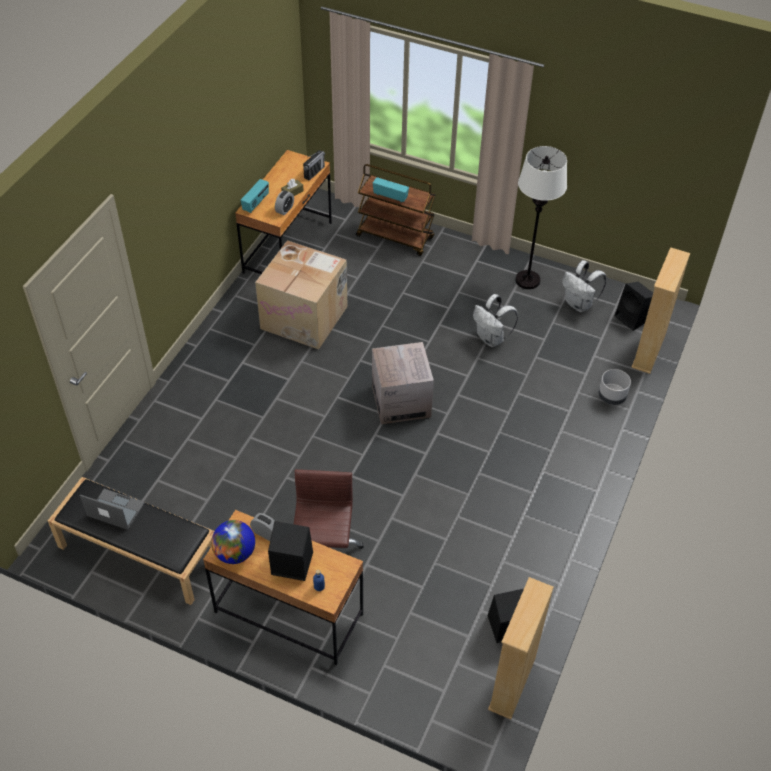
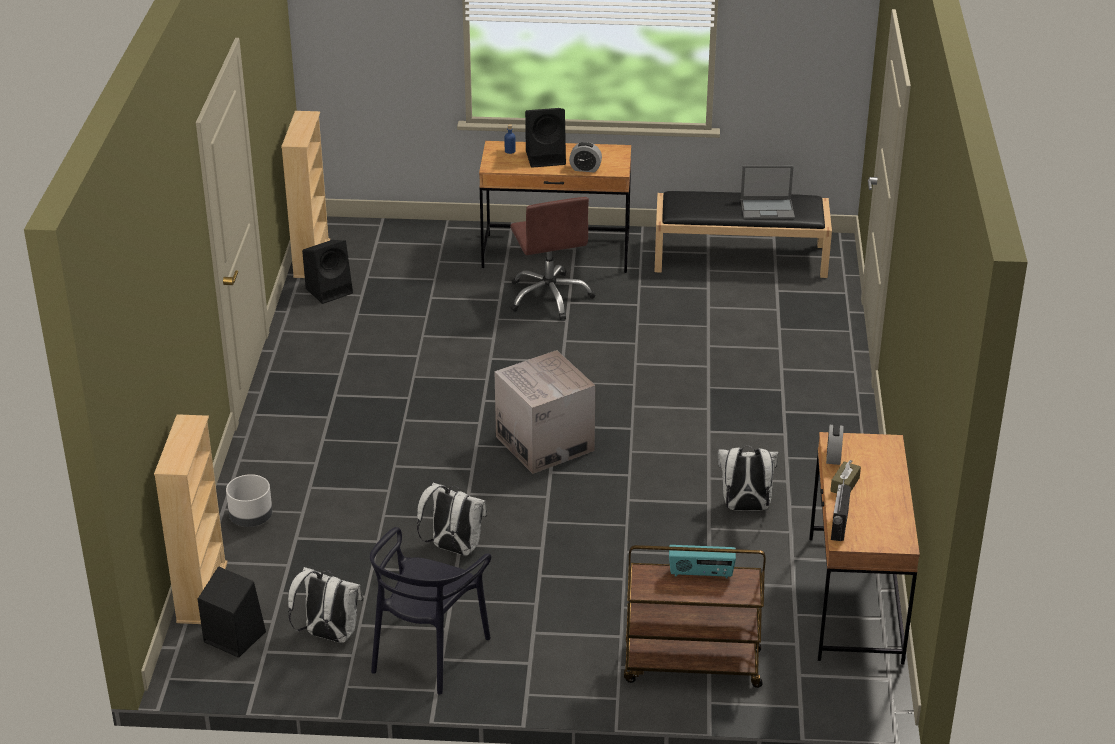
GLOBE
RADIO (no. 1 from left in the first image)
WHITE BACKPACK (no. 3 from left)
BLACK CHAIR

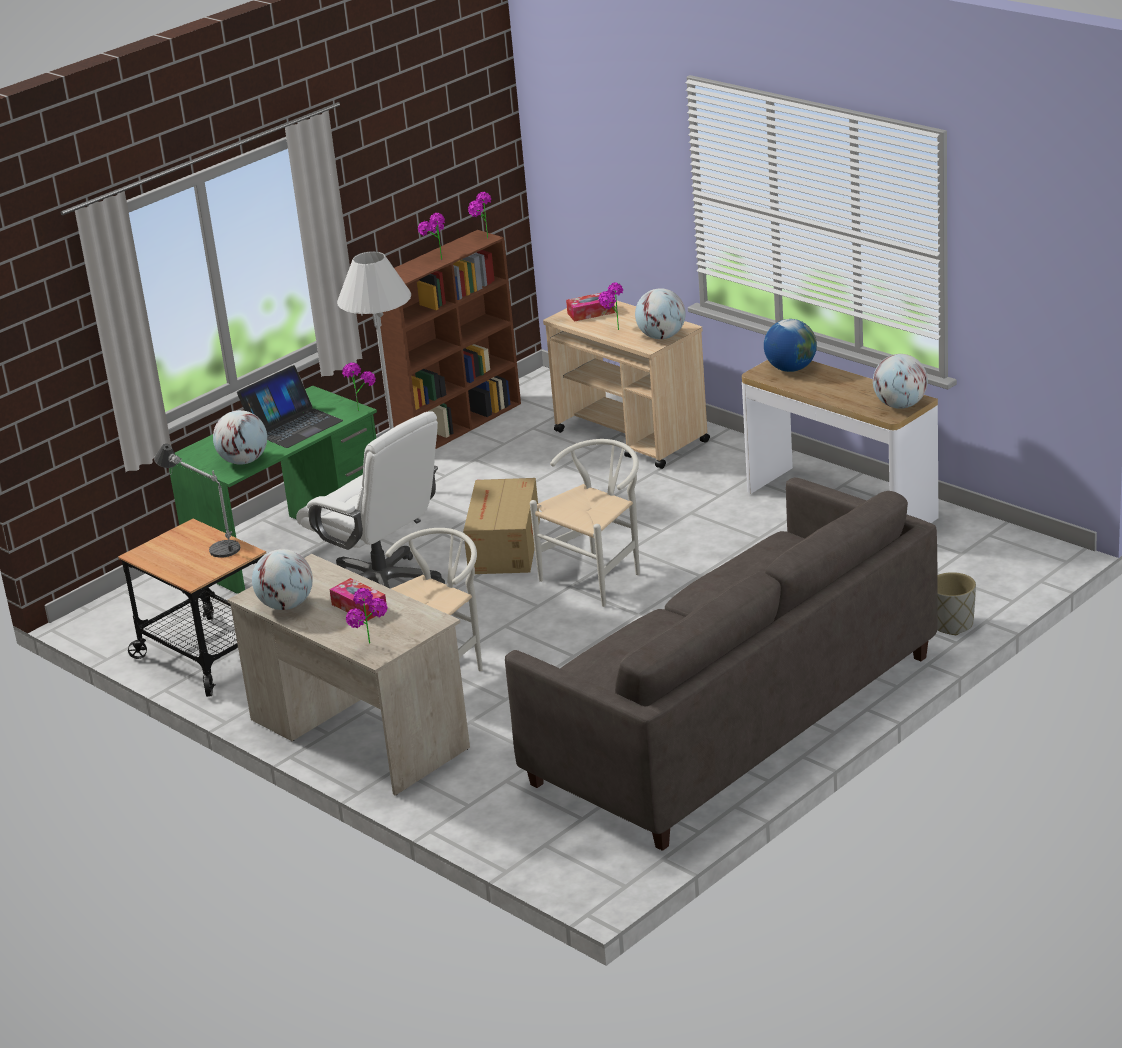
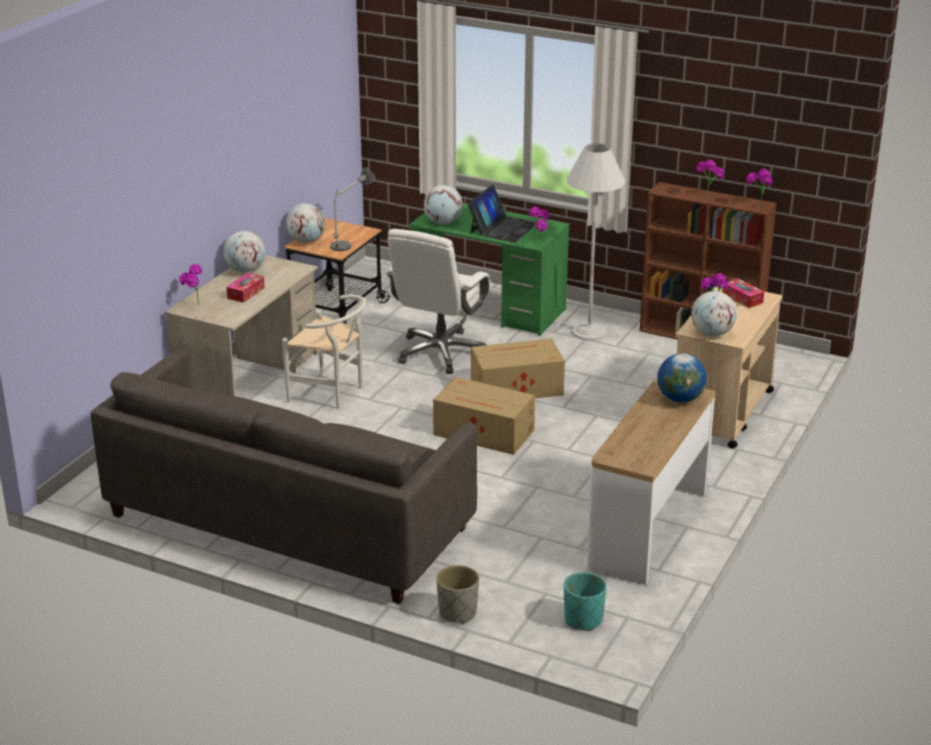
TURQUOISE PLANTER
GLOBE (no. 2 from left)
CARDBOARD BOX (no. 1 from left)
LAPTOP

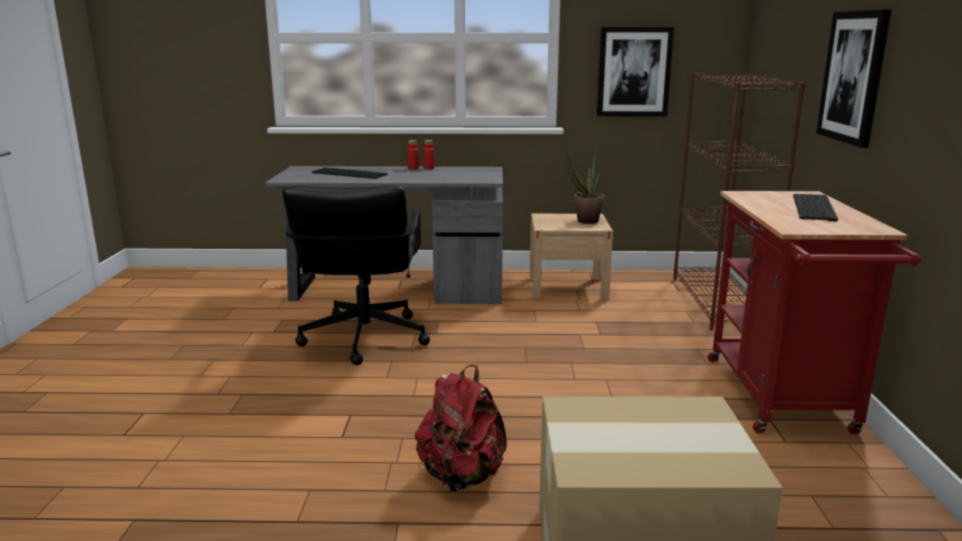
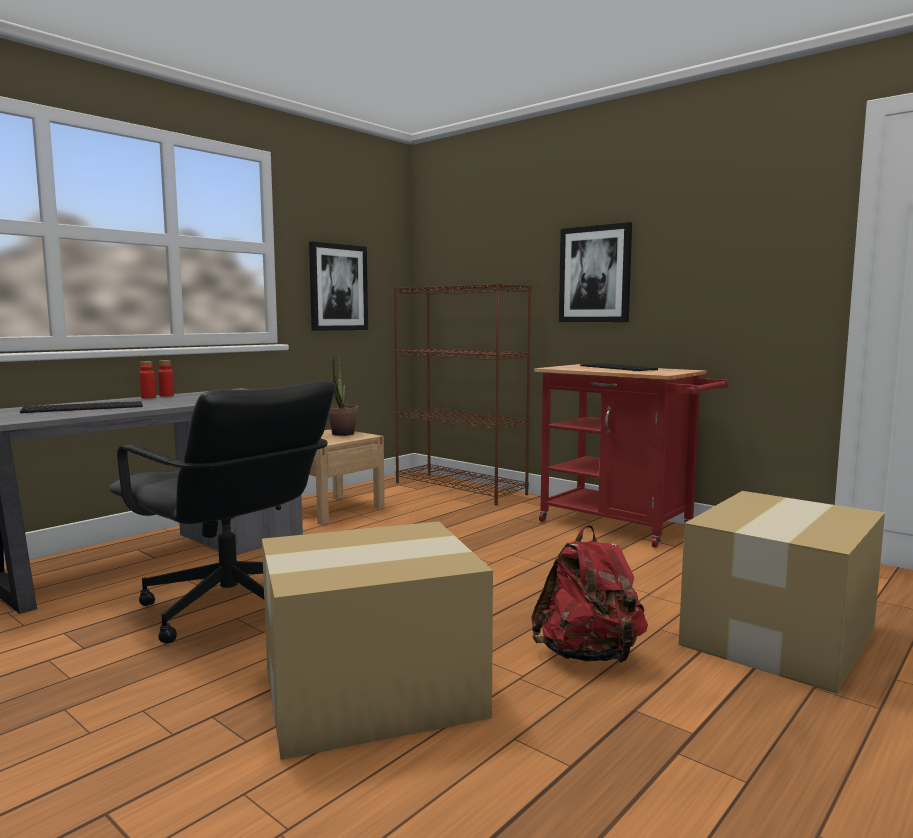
CARDBOARD BOX (no. 1 from left)

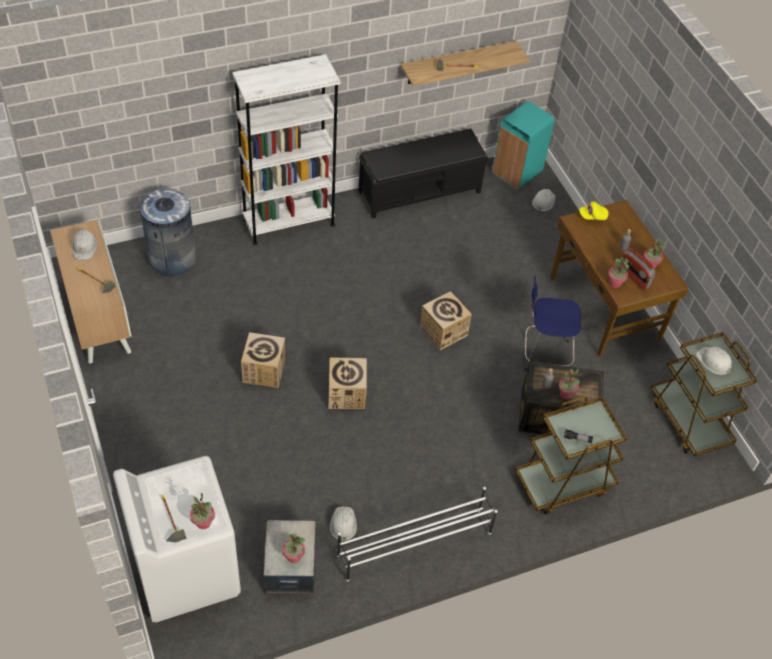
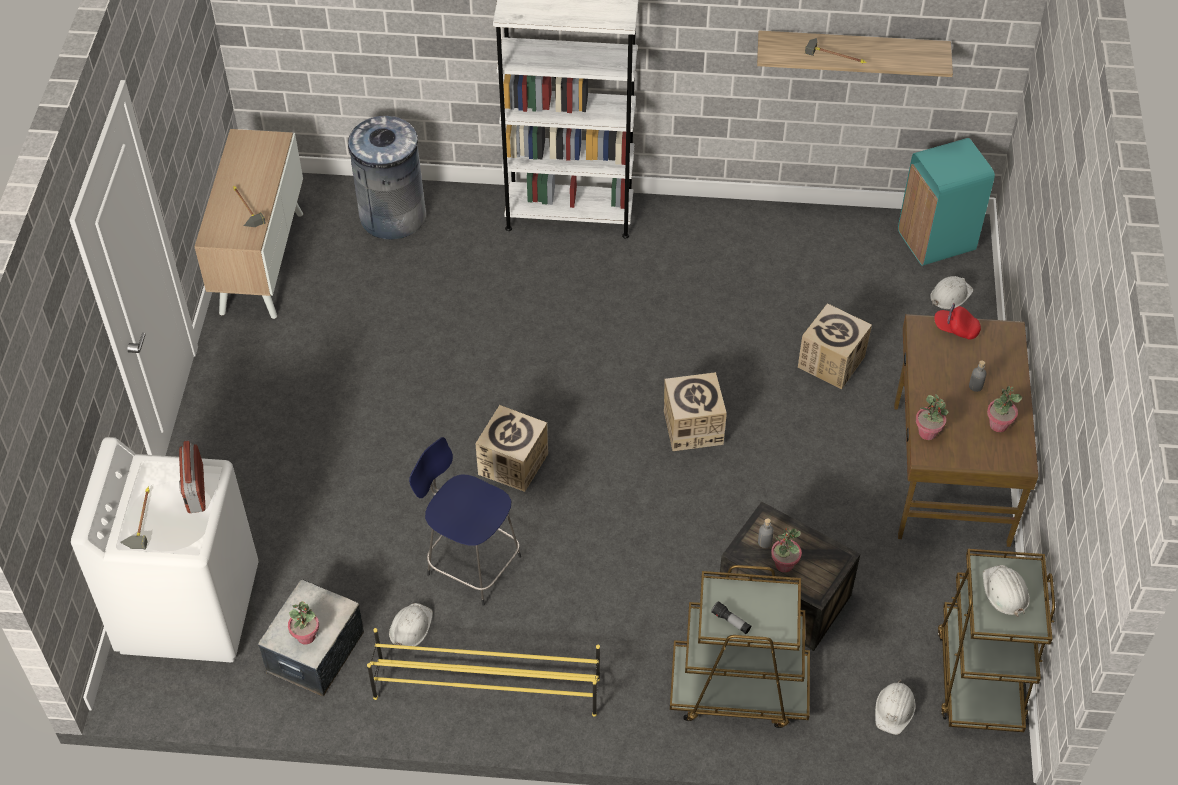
POTTED PLANT (no. 1 from left in the first image)
BLACK BENCH
WHITE HARD HAT (no. 2 from left)
CARDBOARD BOX (no. 3 from left)
BLUE STOOL
RADIO
YELLOW SHOE RACK
RED CAP

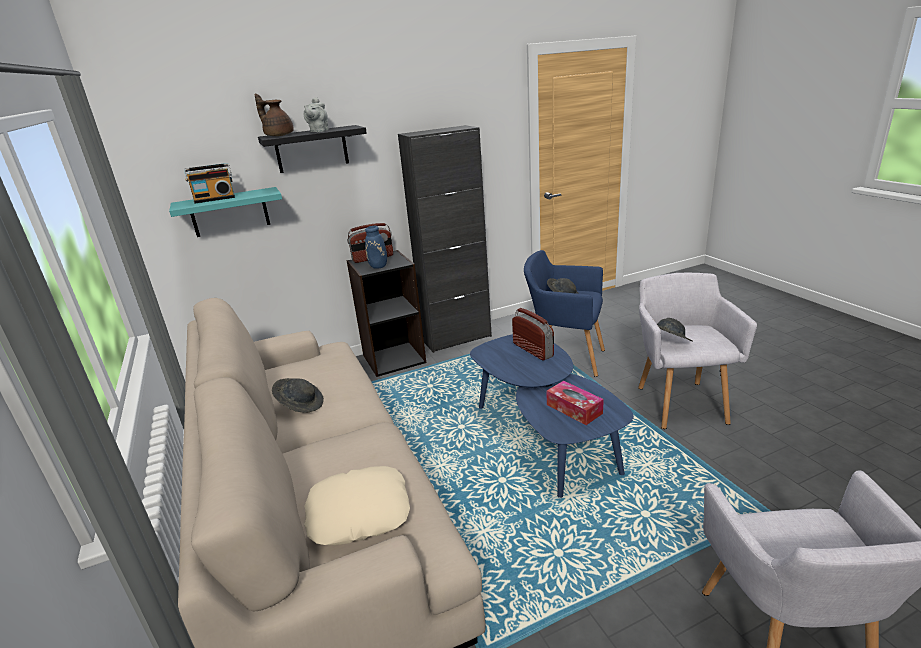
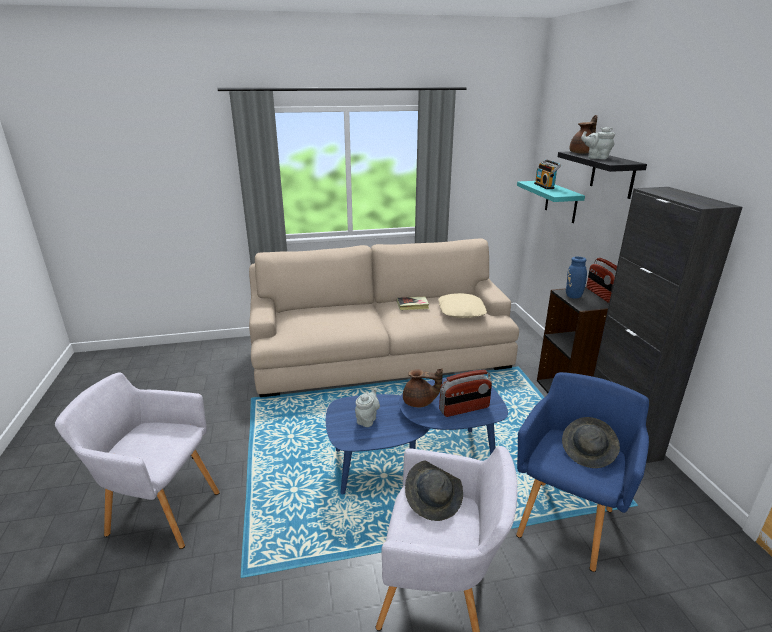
BROWN TEAPOT (no. 1 from left)
BEIGE PILLOW
BOOK
GREY TEAPOT (no. 1 from left)

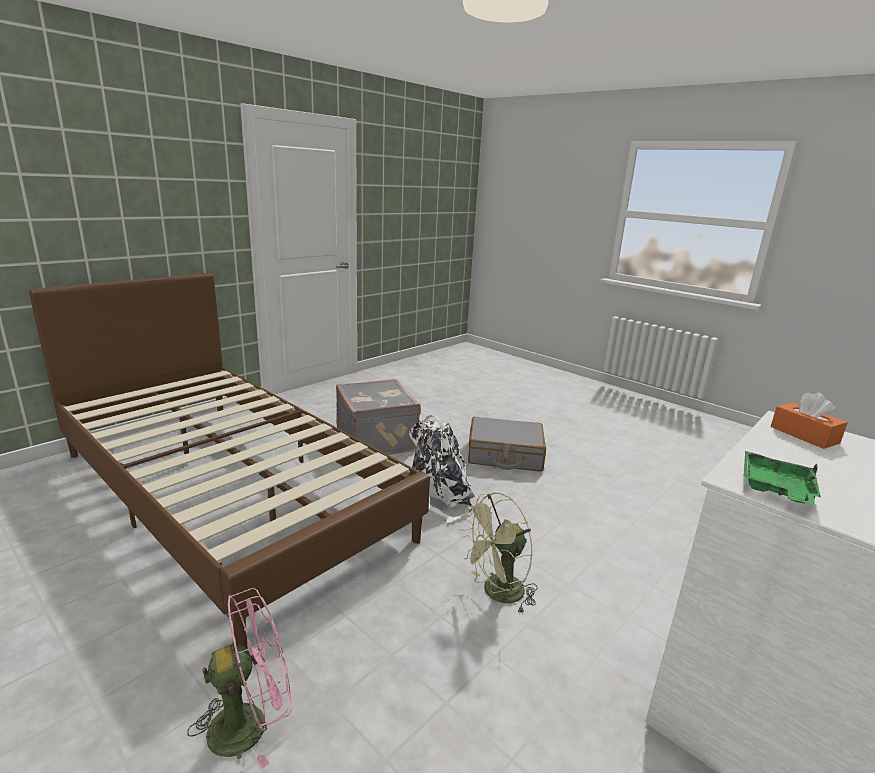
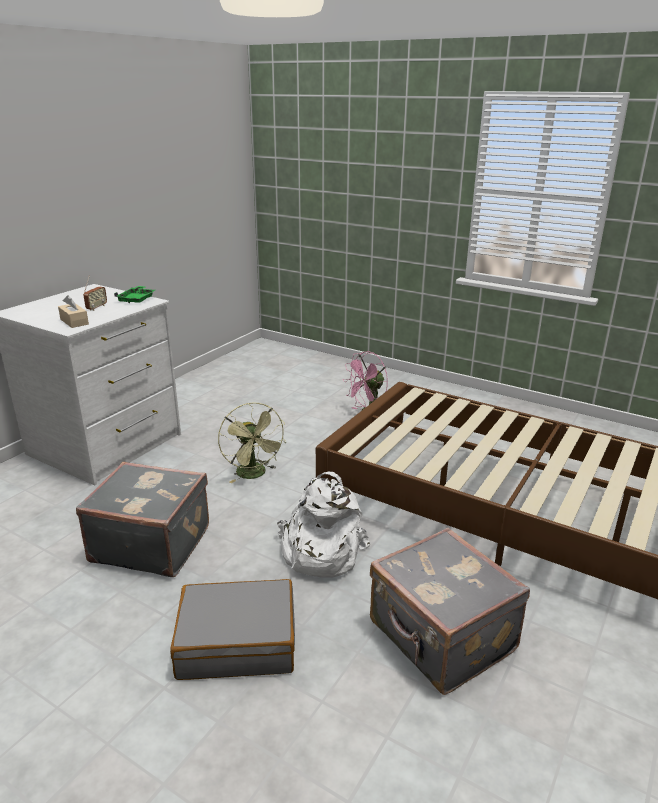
GREY SUITCASE (no. 1 from left)
RADIO
BEIGE TISSUE BOX
GREEN FAN

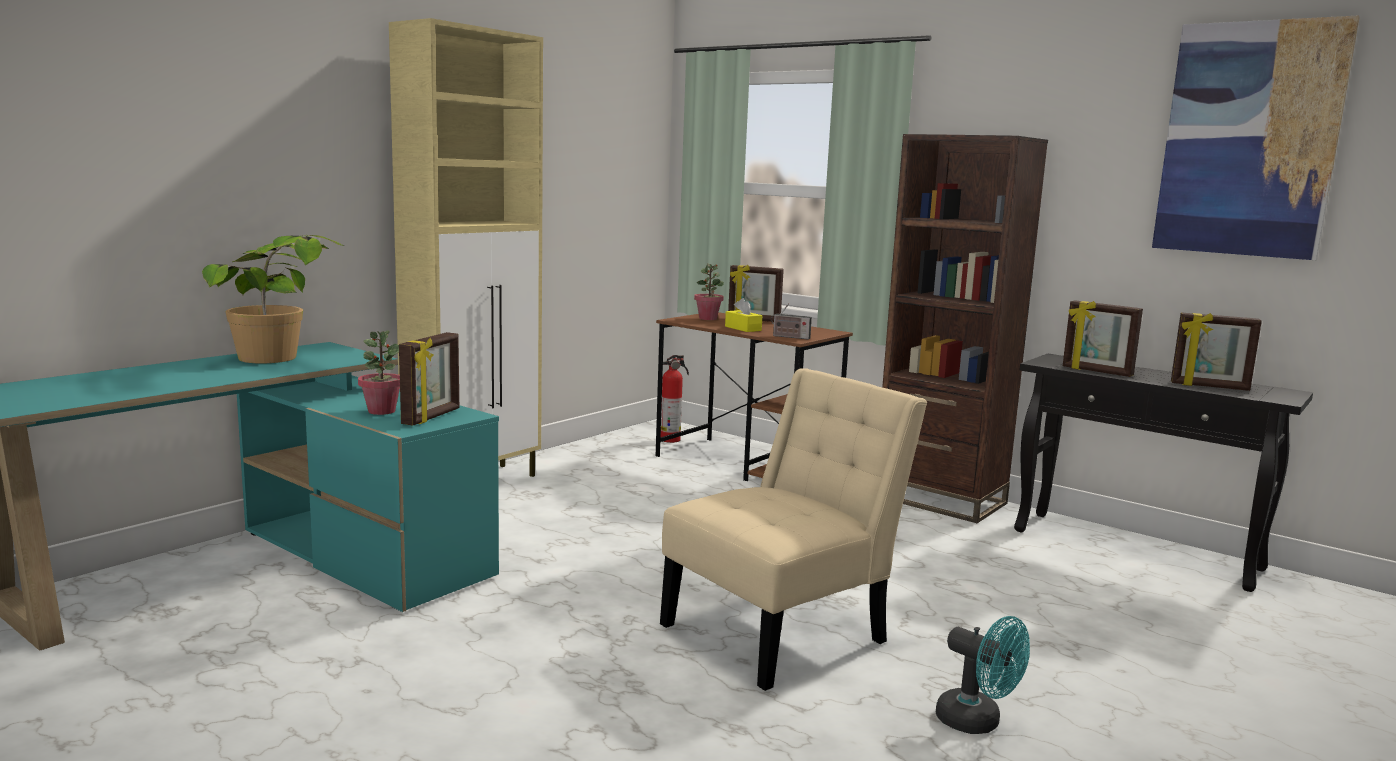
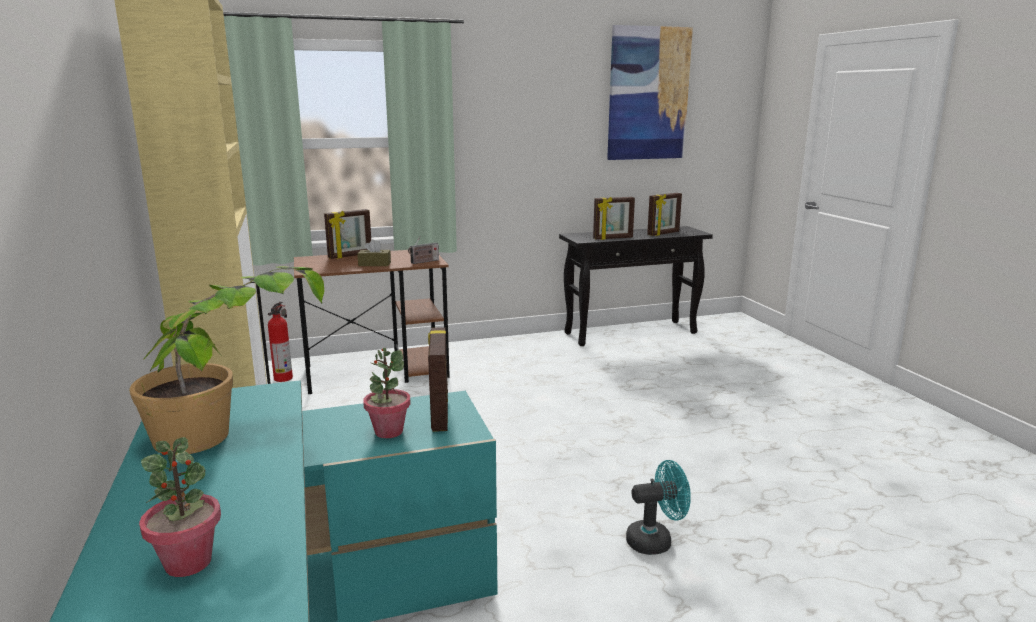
BEIGE CHAIR
BROWN BOOKCASE
POTTED PLANT (no. 1 from left)
TURQUOISE FAN
BROWN TISSUE BOX
PICTURE FRAME (no. 2 from left)

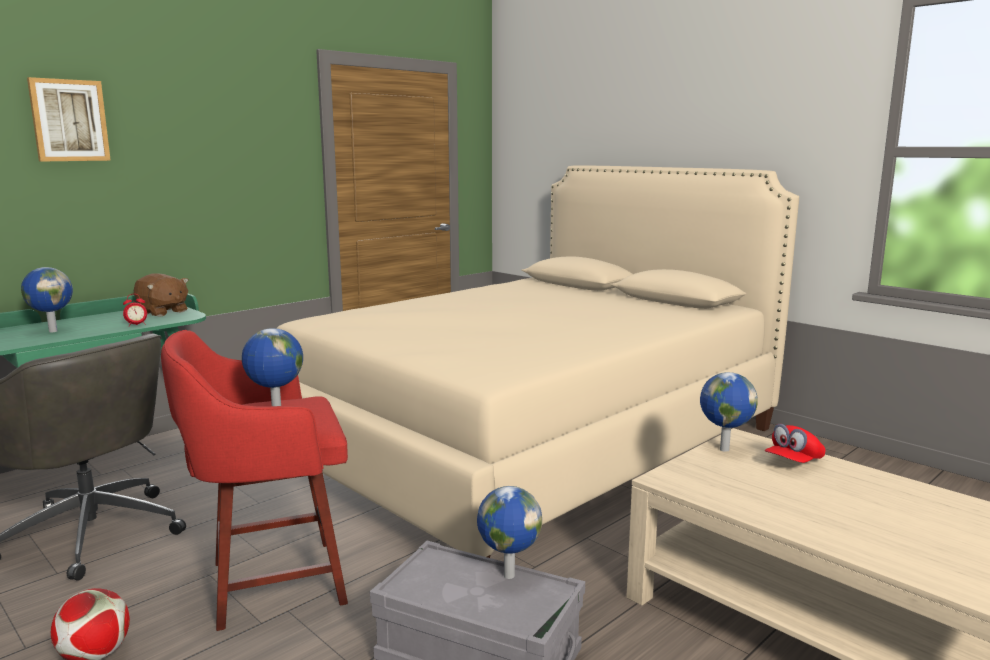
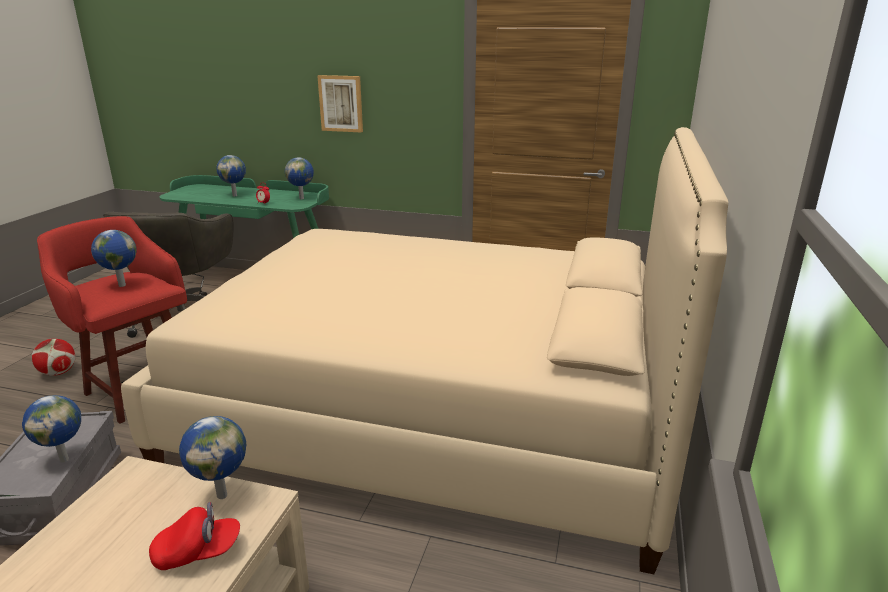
PICTURE
GLOBE (no. 5 from left)
RED CAP

